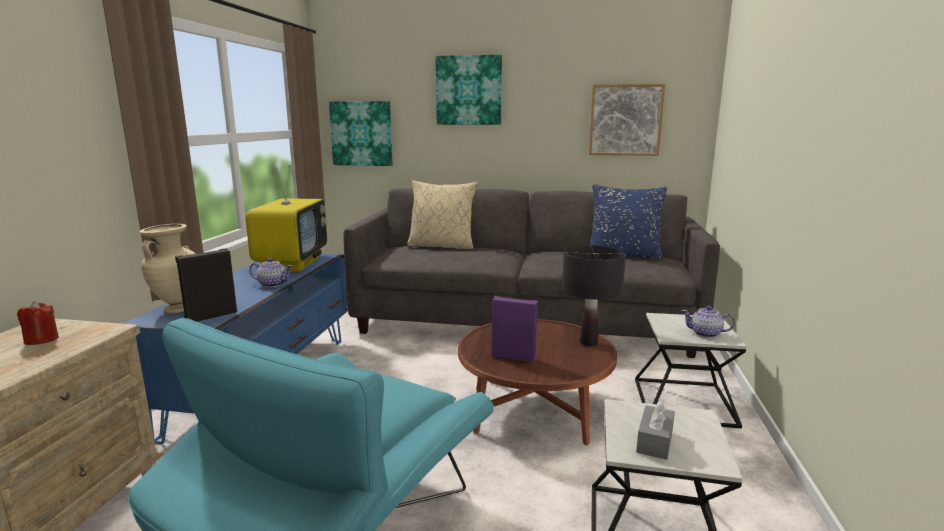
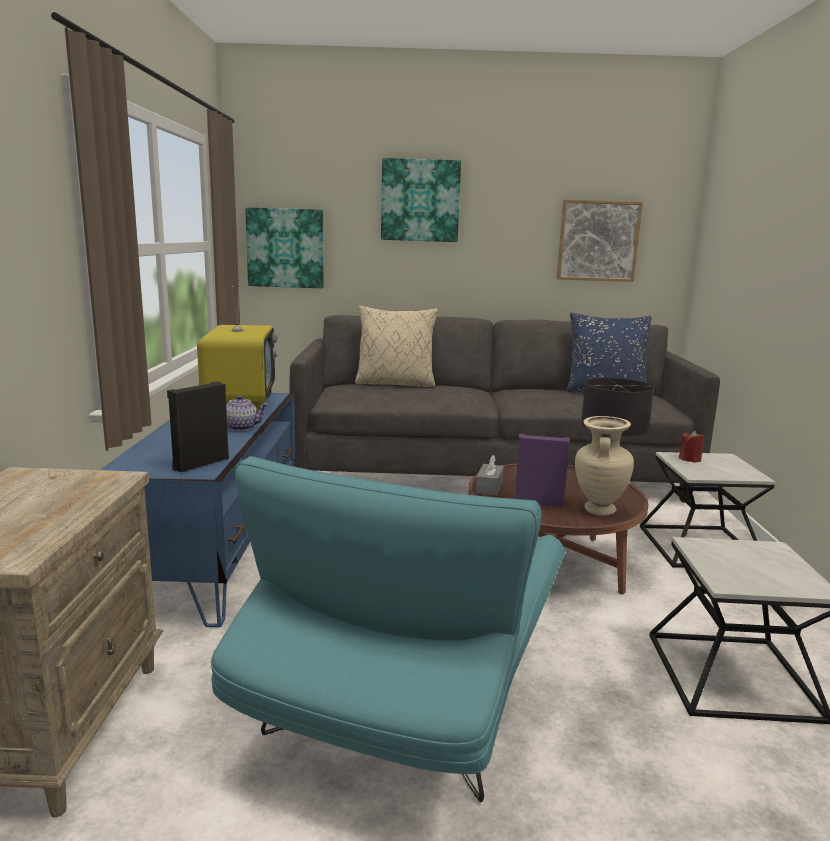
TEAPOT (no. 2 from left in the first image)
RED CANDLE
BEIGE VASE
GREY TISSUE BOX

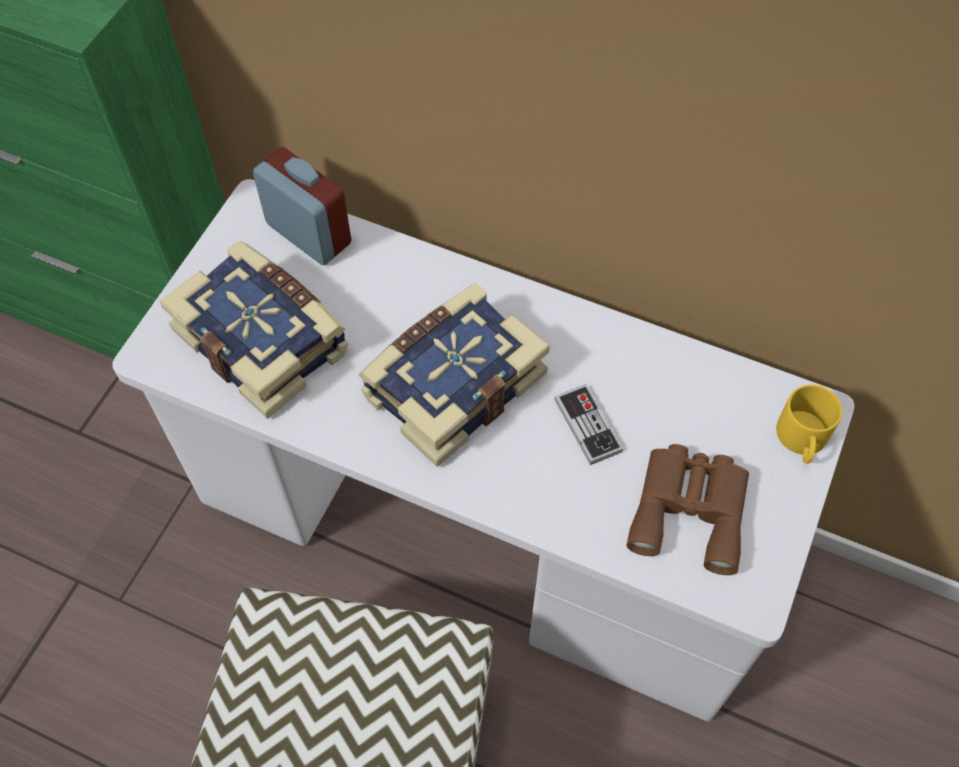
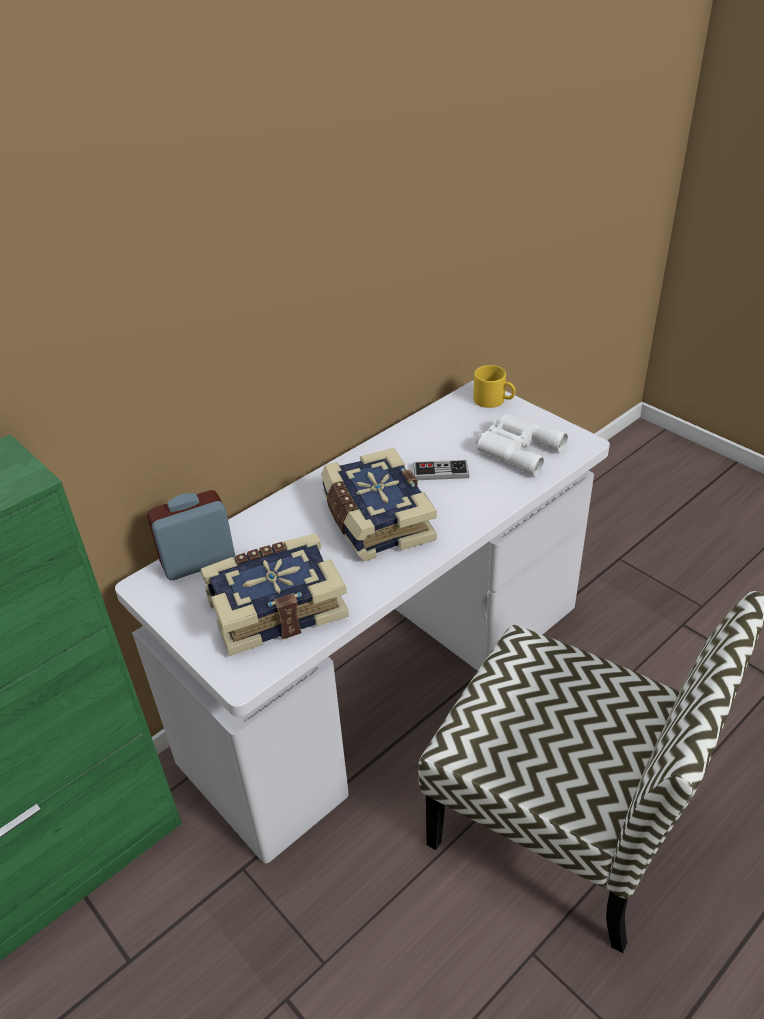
WHITE BINOCULARS

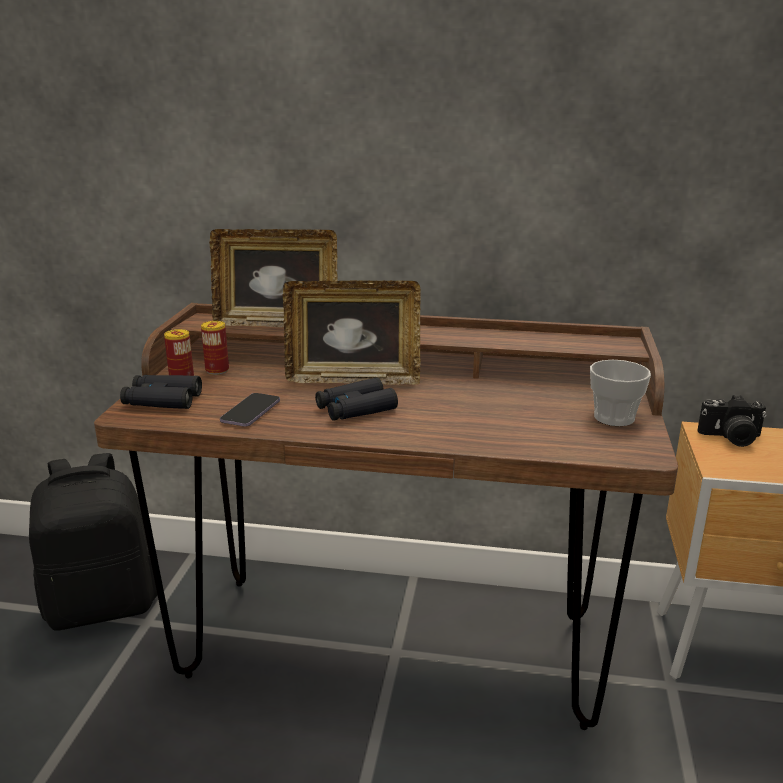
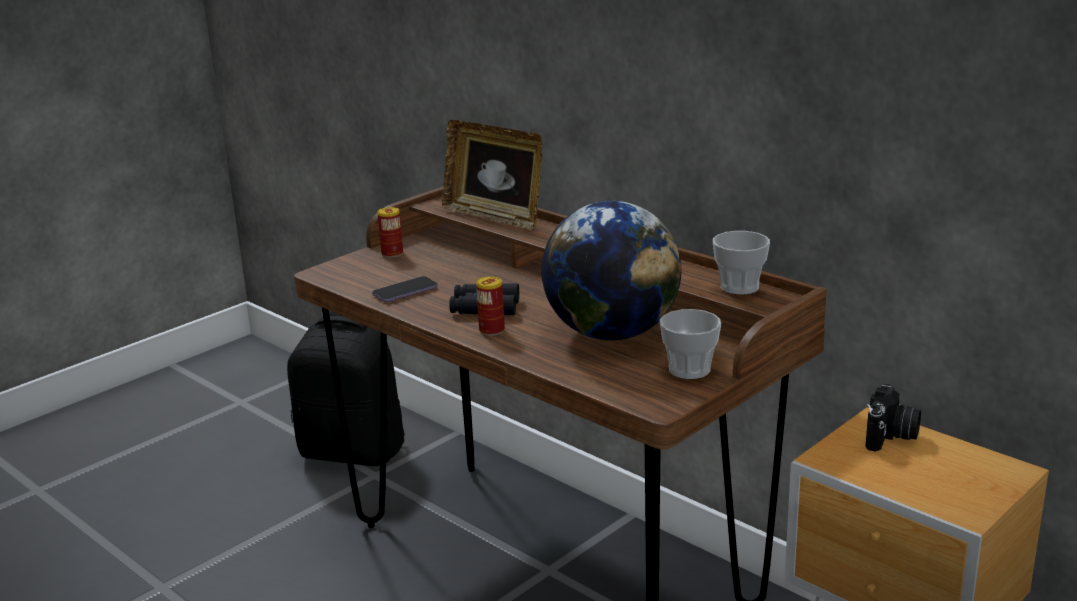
BLACK BINOCULARS (no. 1 from left in the first image)
PICTURE FRAME (no. 2 from left in the first image)
GLOBE
CUP (no. 2 from left)
CAN (no. 2 from left)
PHOTO CAMERA

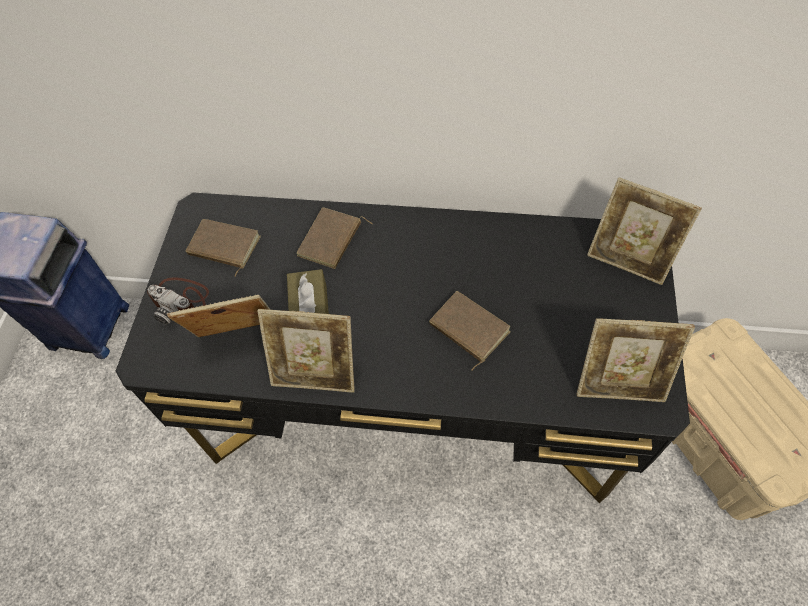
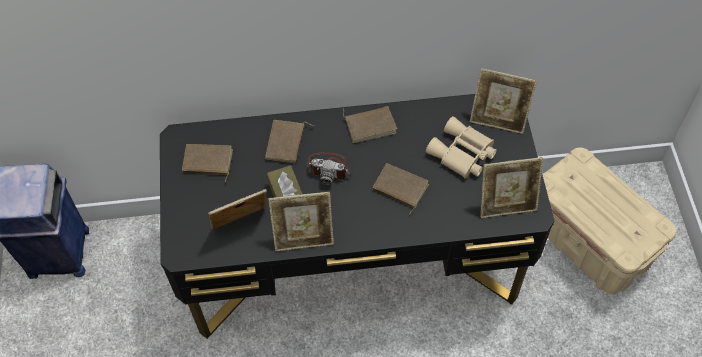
BROWN BOOK (no. 3 from left)
BEIGE BINOCULARS
PHOTO CAMERA

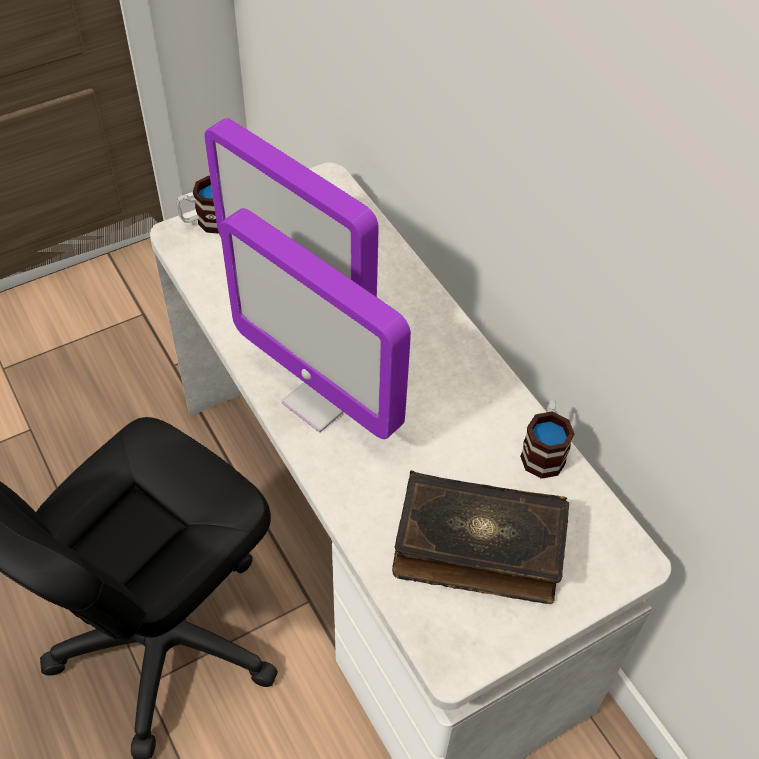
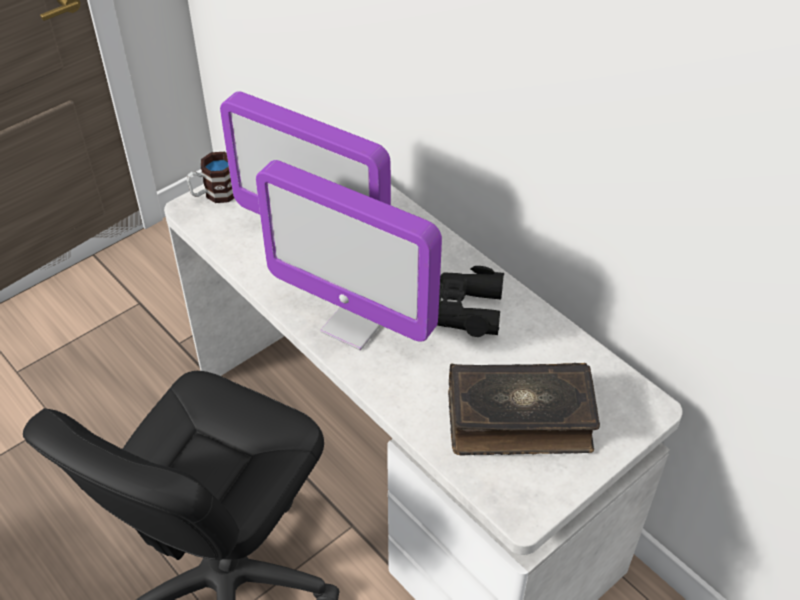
MUG (no. 2 from left in the first image)
BLACK BINOCULARS

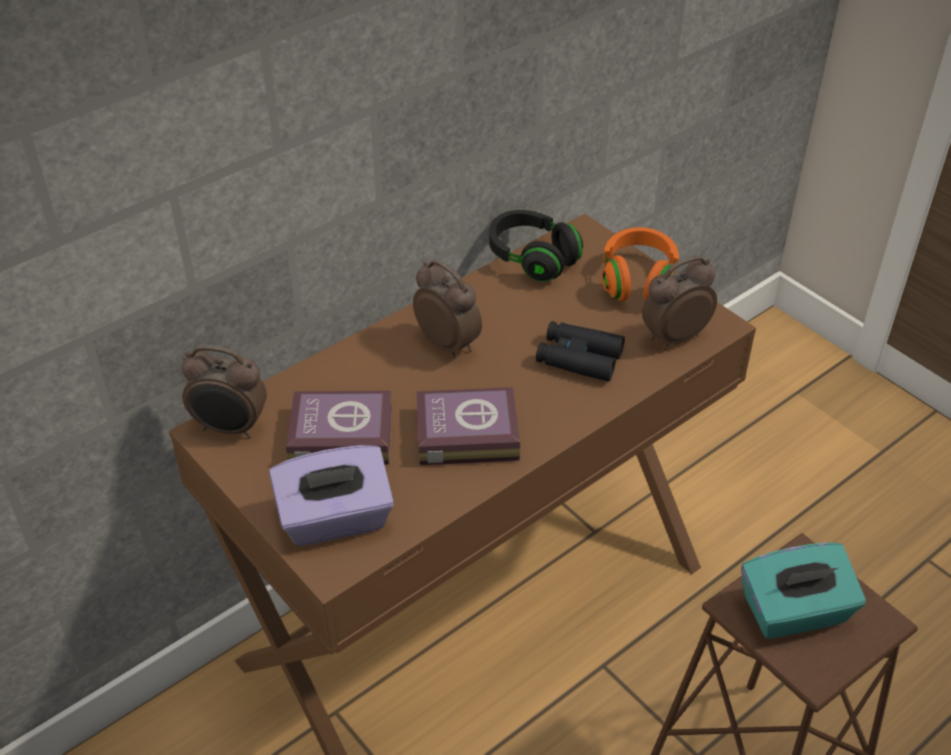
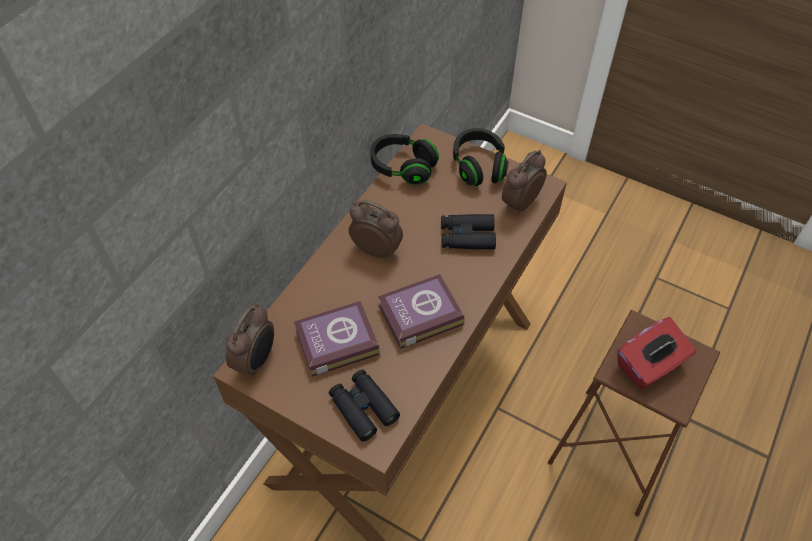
BLACK BINOCULARS (no. 1 from left)
BLACK HEADPHONES (no. 2 from left)
RED TISSUE BOX
ALARM CLOCK (no. 1 from left)

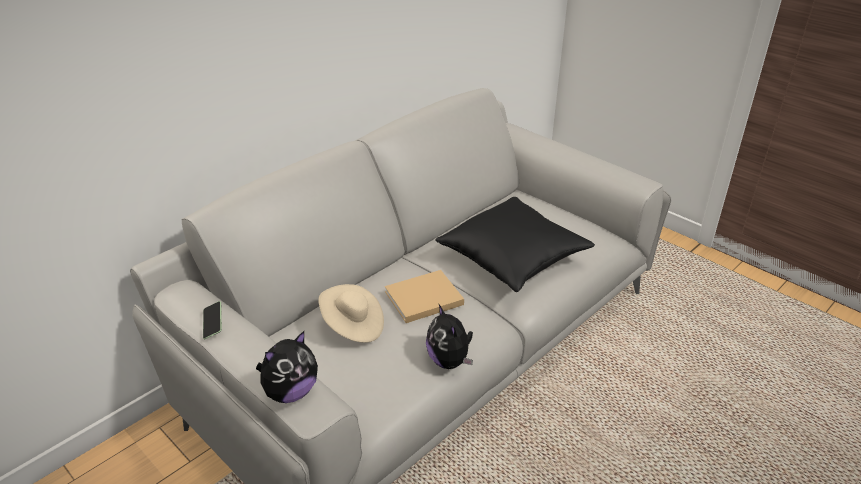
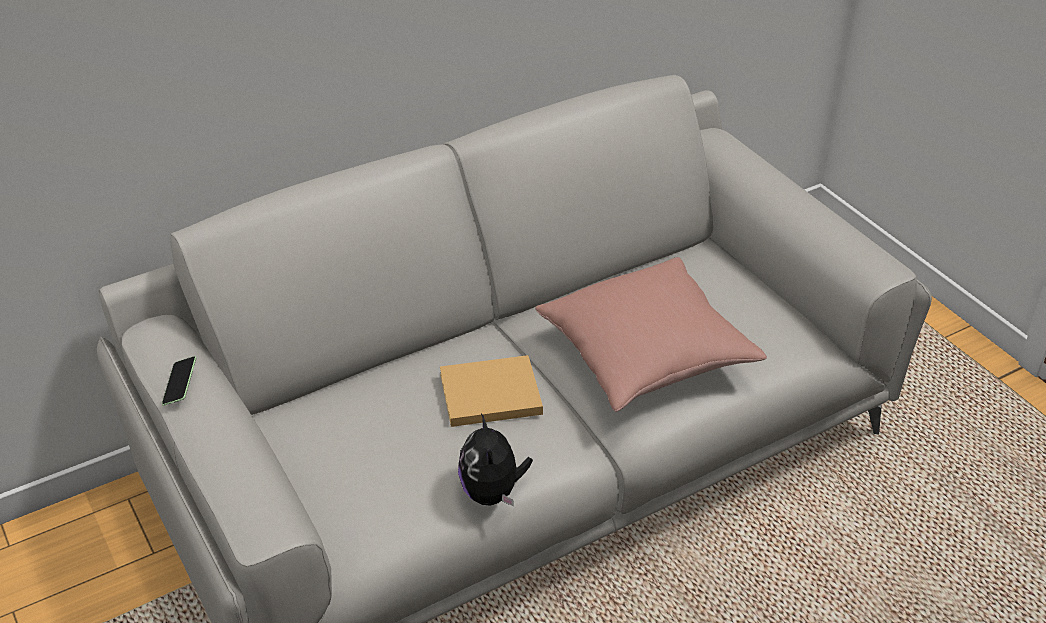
PLUSH TOY (no. 1 from left in the first image)
BEIGE HAT
PINK PILLOW

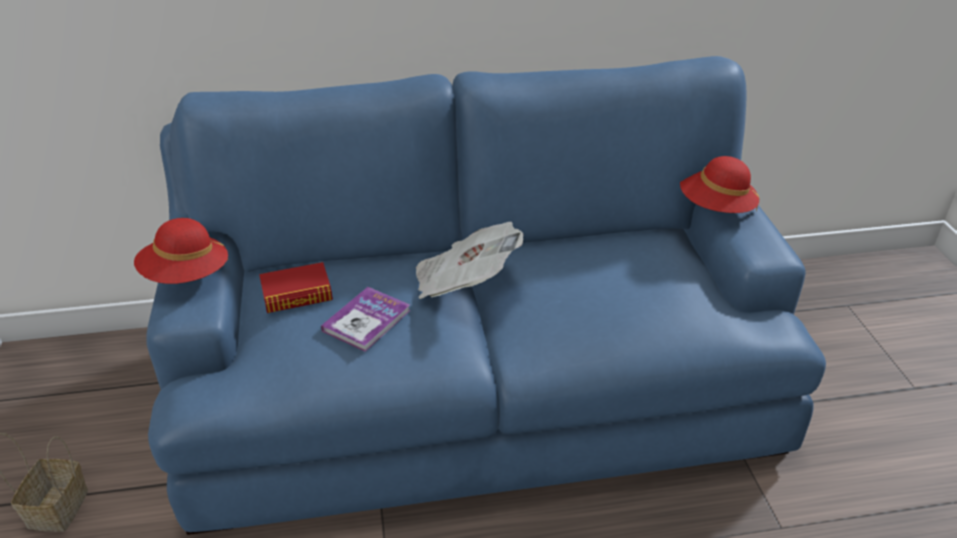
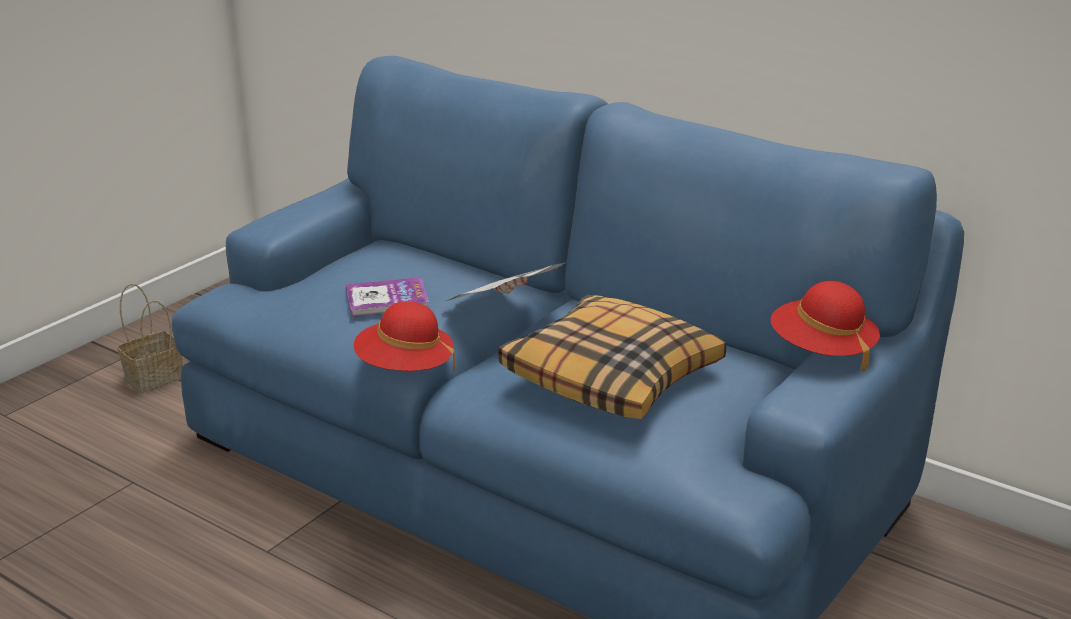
BOOK (no. 1 from left in the first image)
PILLOW
RED HAT (no. 1 from left)

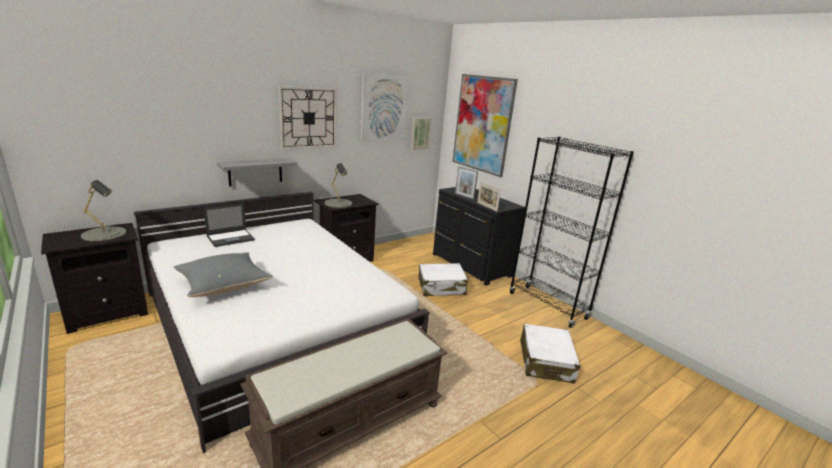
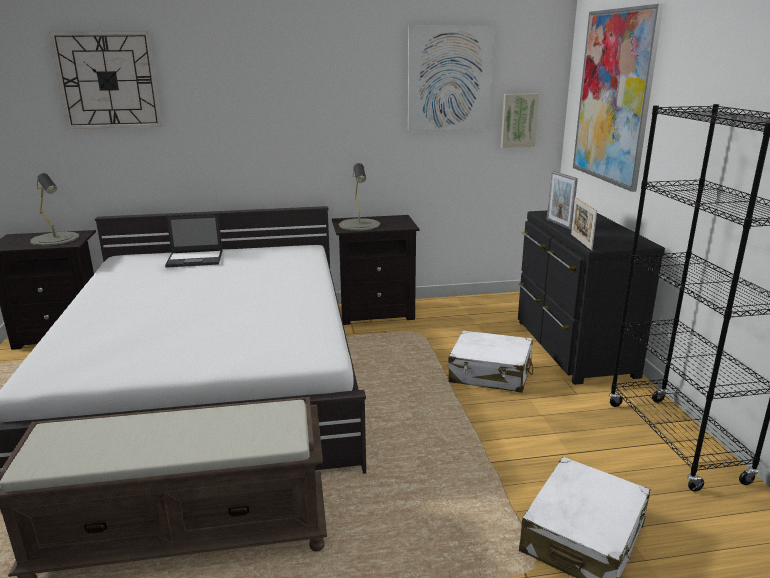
GREY PILLOW
GREY SHELF
WALL CLOCK

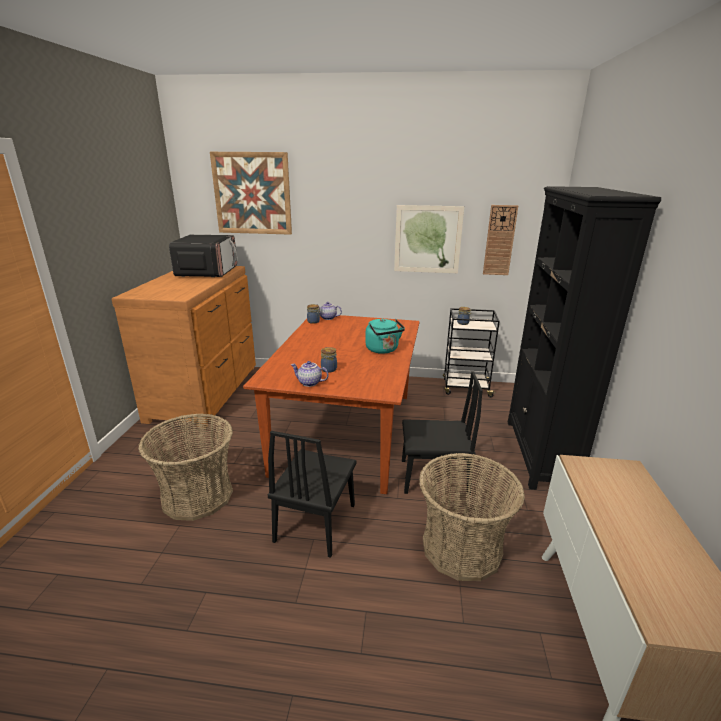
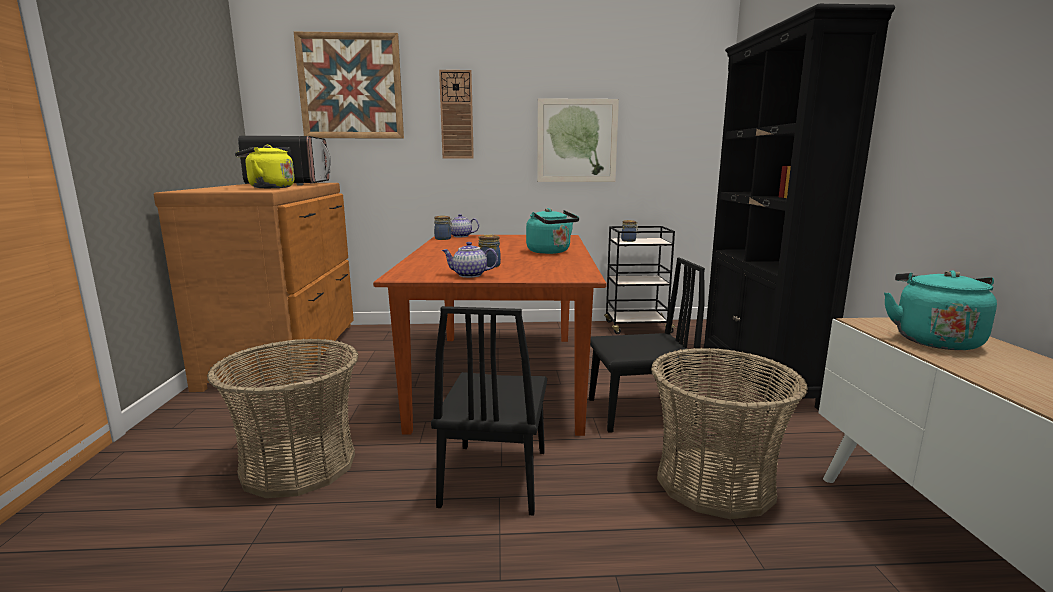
YELLOW KETTLE
TURQUOISE KETTLE (no. 2 from left)
WALL CLOCK

